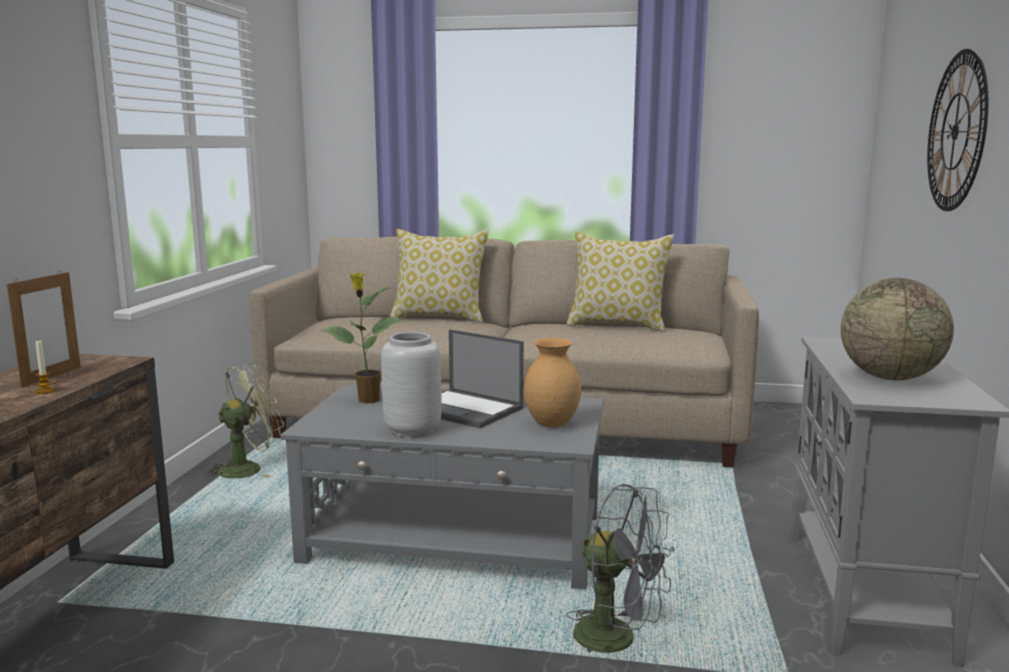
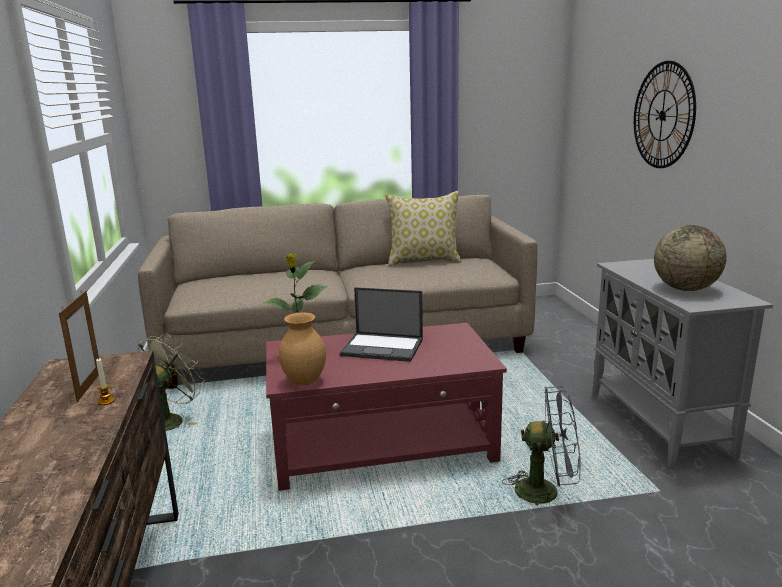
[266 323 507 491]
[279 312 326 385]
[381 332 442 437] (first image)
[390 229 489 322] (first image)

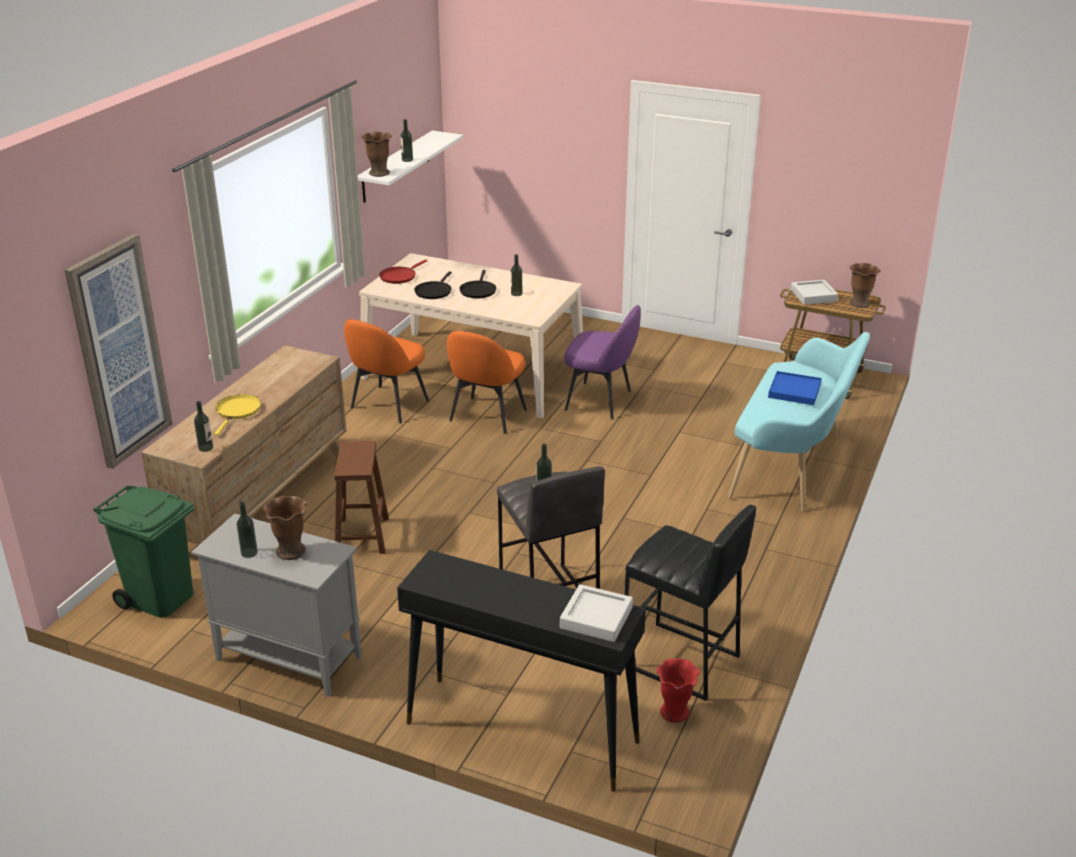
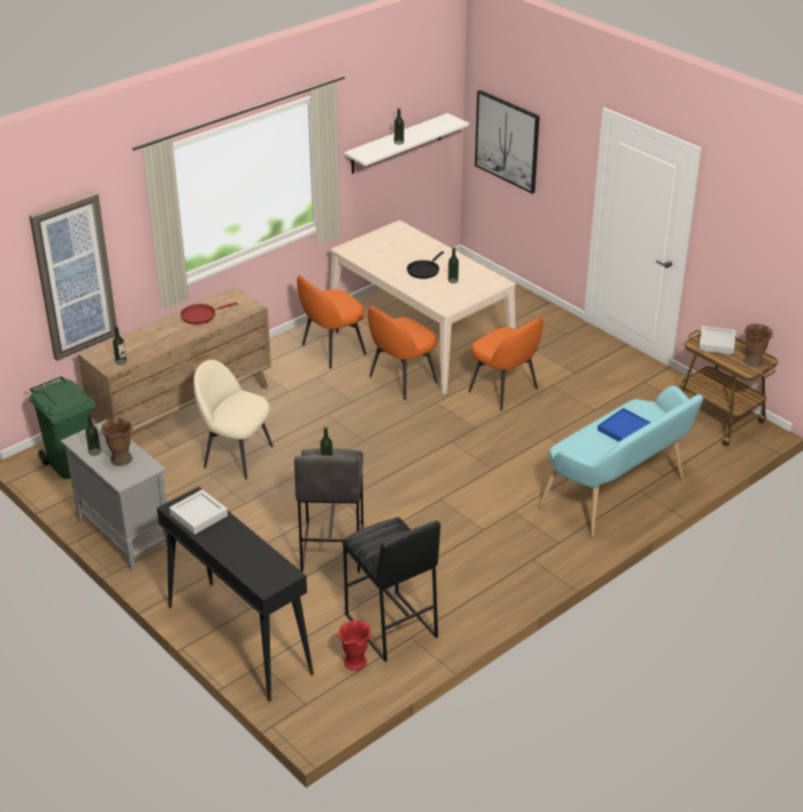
[169 490 228 534]
[180 302 238 324]
[193 360 273 479]
[468 317 543 411]
[475 90 540 194]
[214 394 261 436] (first image)
[362 132 392 177] (first image)
[414 271 452 299] (first image)

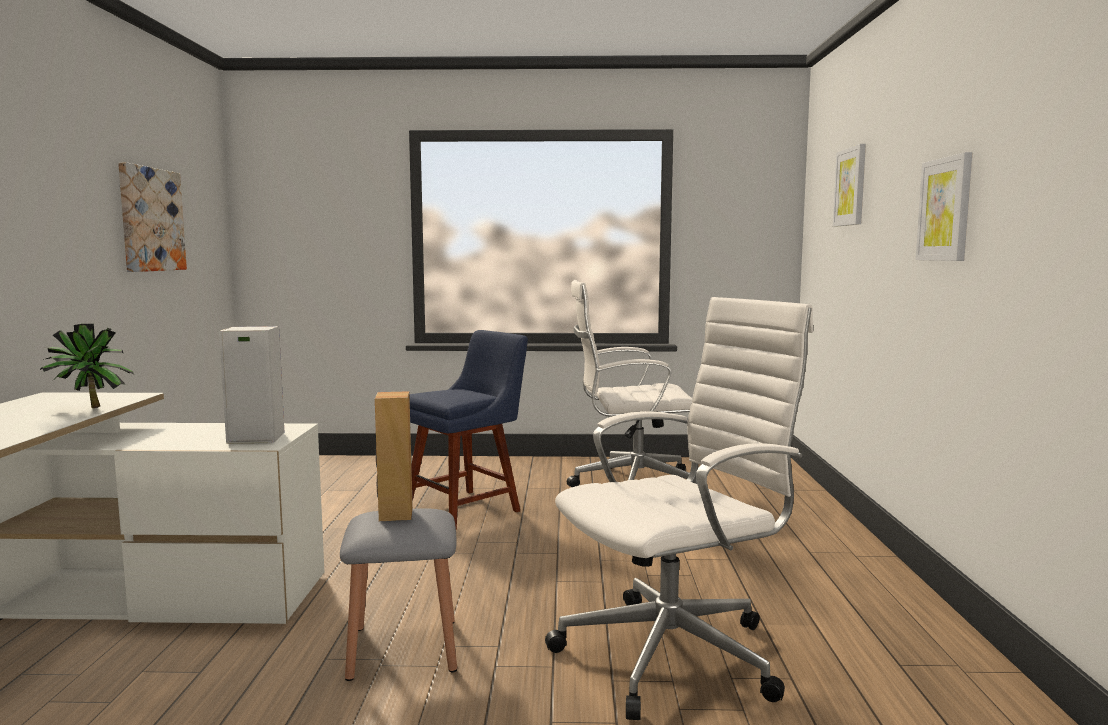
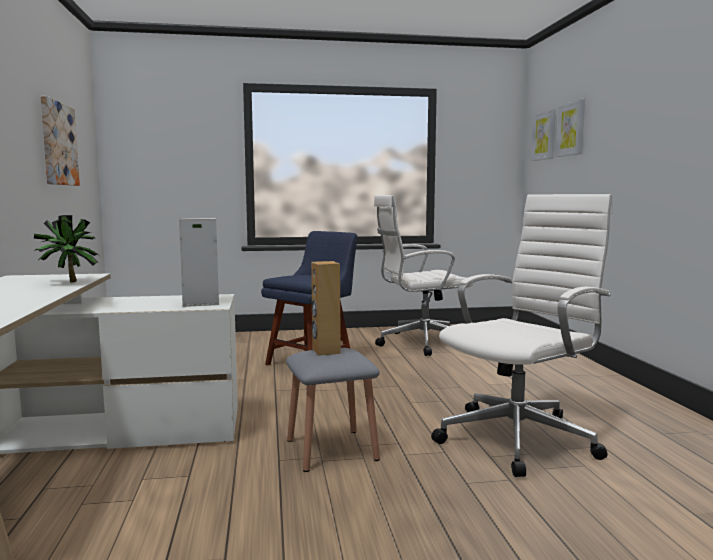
[531 108 556 161]

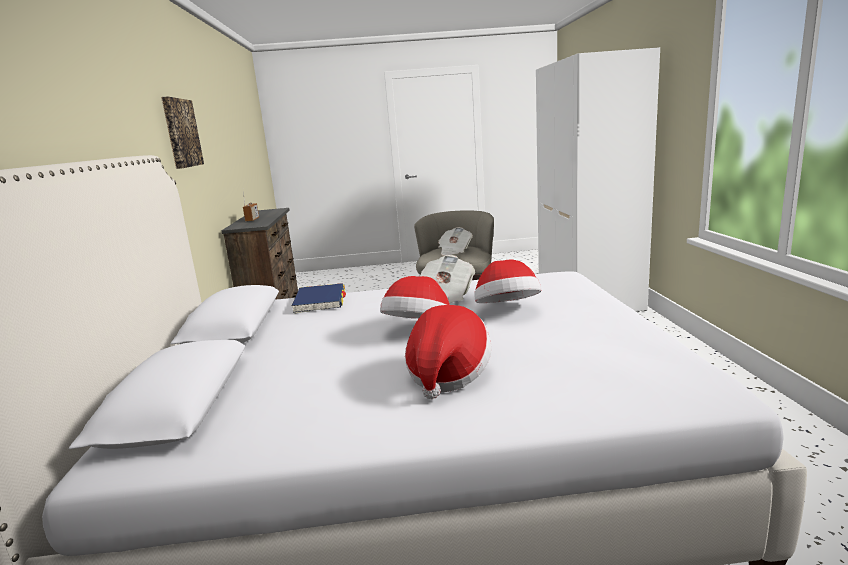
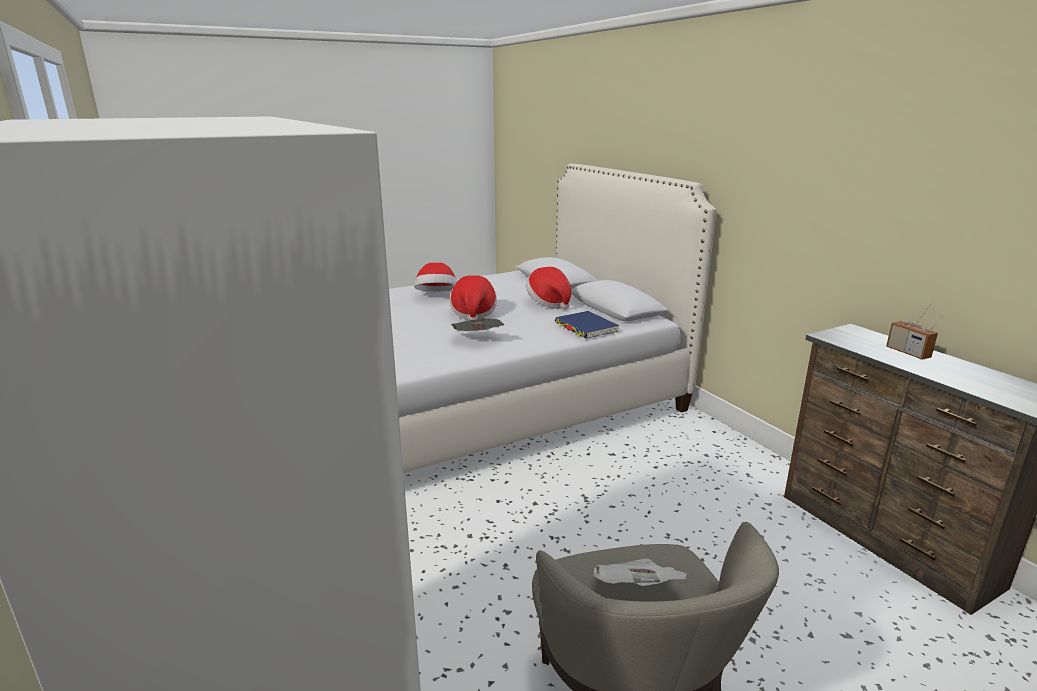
[526 267 572 310]
[161 97 204 169] (first image)

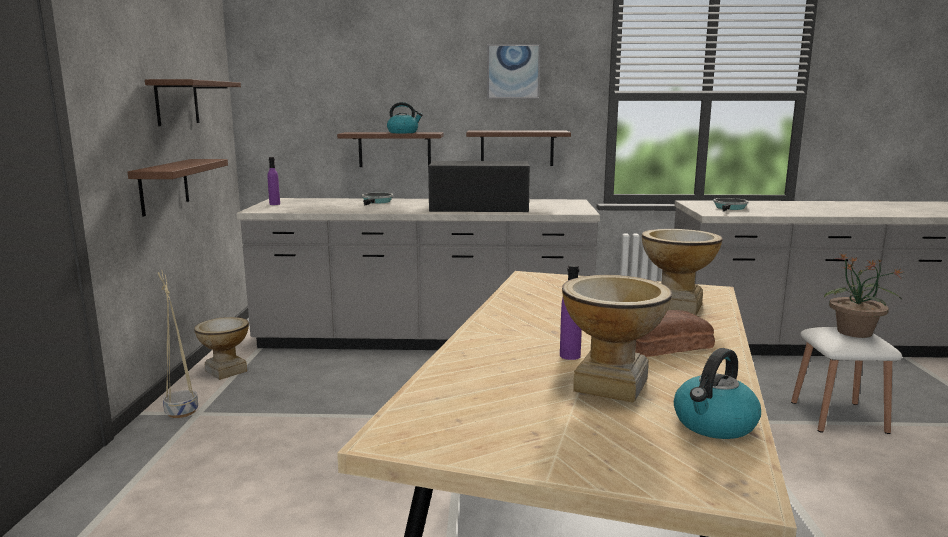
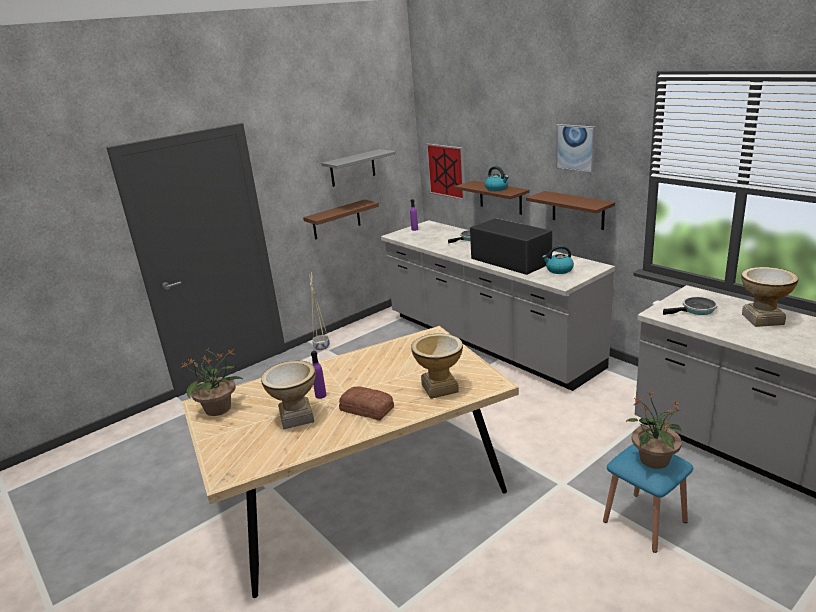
[181 348 244 416]
[321 149 396 187]
[426 144 466 200]
[542 246 574 274]
[603 444 693 553]
[741 267 799 327]

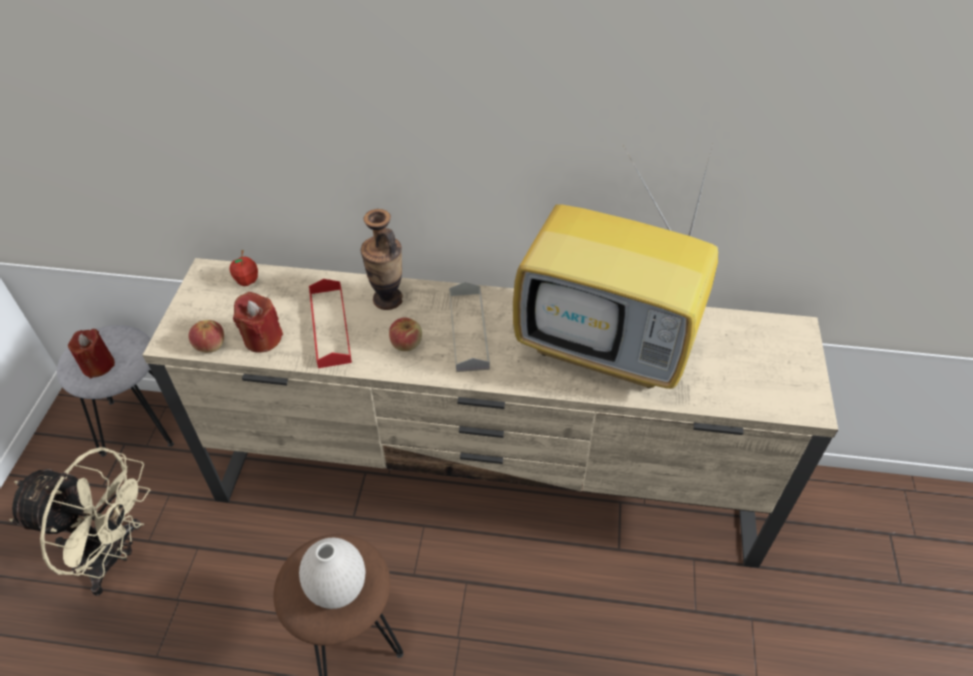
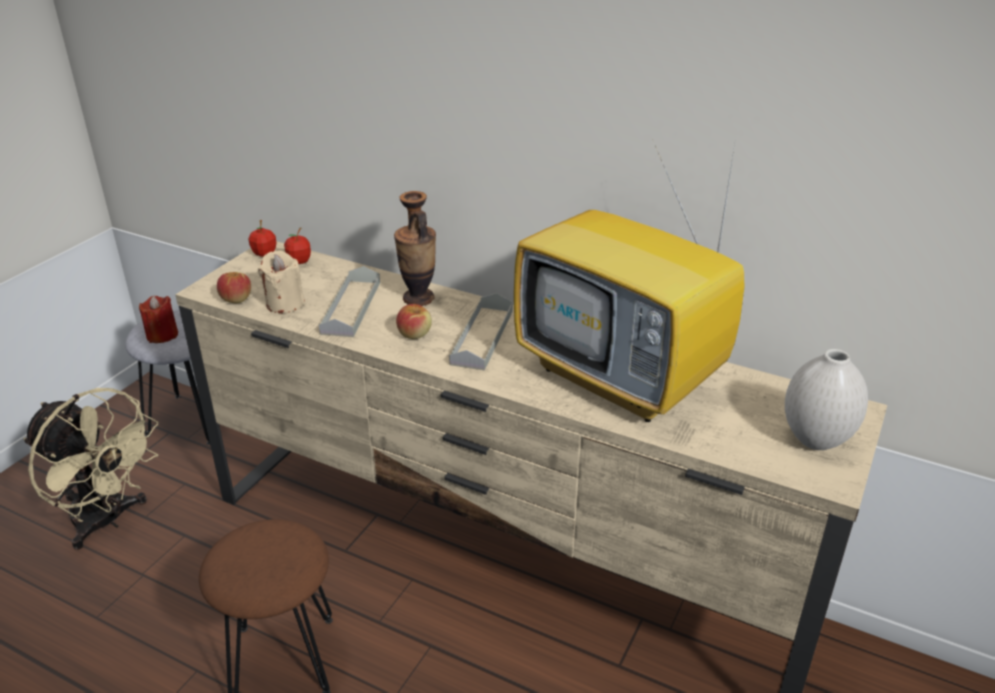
[248 220 276 257]
[258 251 305 313]
[319 266 380 337]
[785 349 868 450]

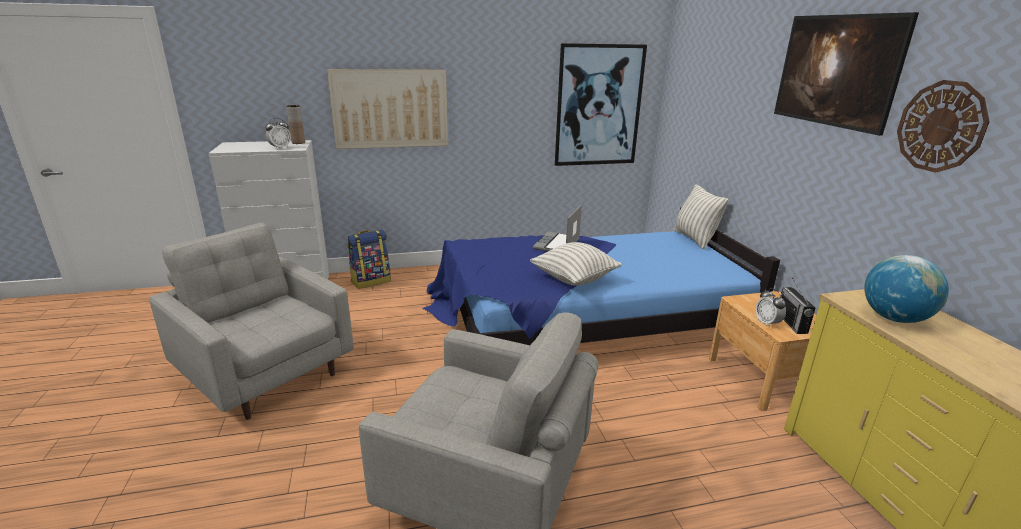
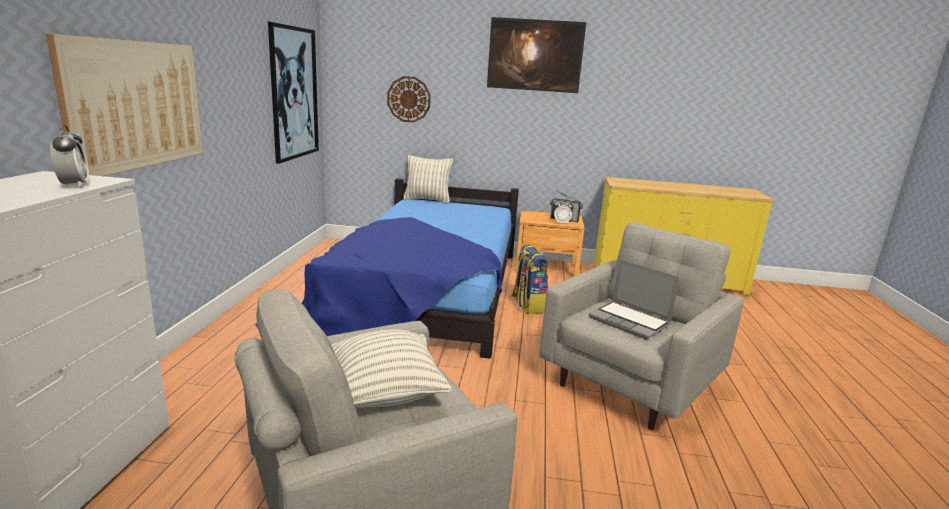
[332 329 452 408]
[387 76 431 123]
[511 244 548 314]
[588 259 680 340]
[286 105 305 144] (first image)
[864 255 949 323] (first image)

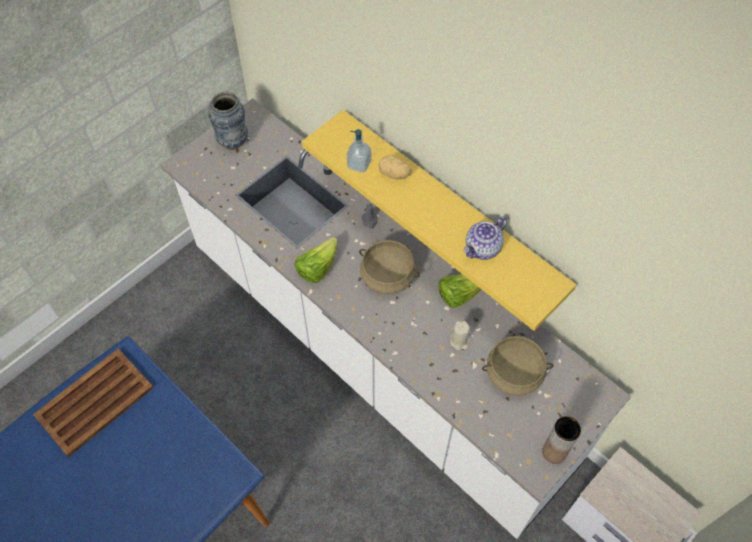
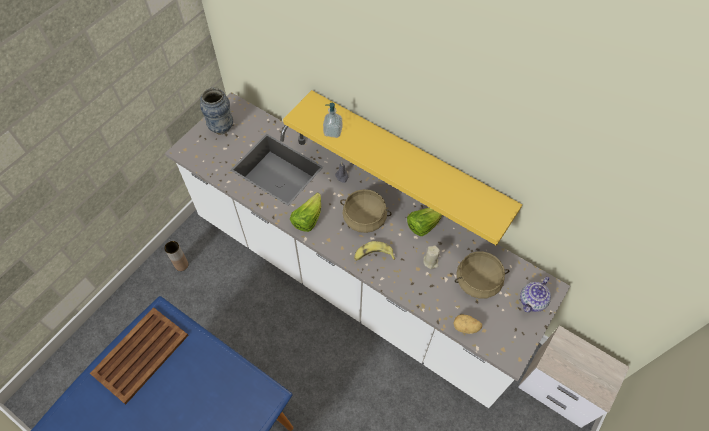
[164 241 189 271]
[354 241 395 261]
[453 314 482 334]
[520 276 551 312]

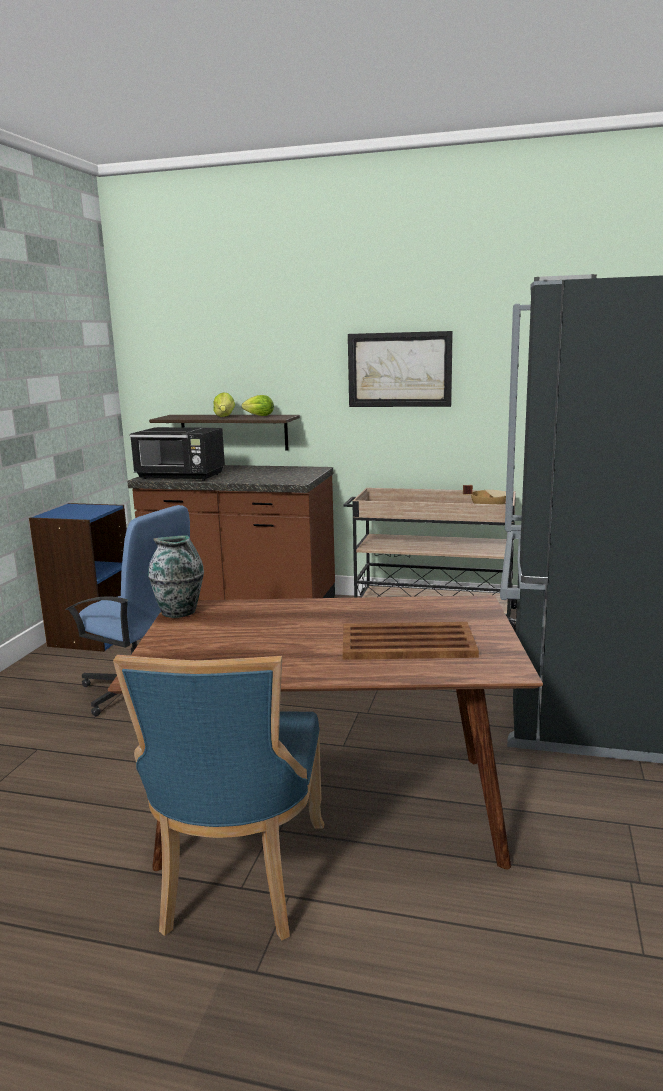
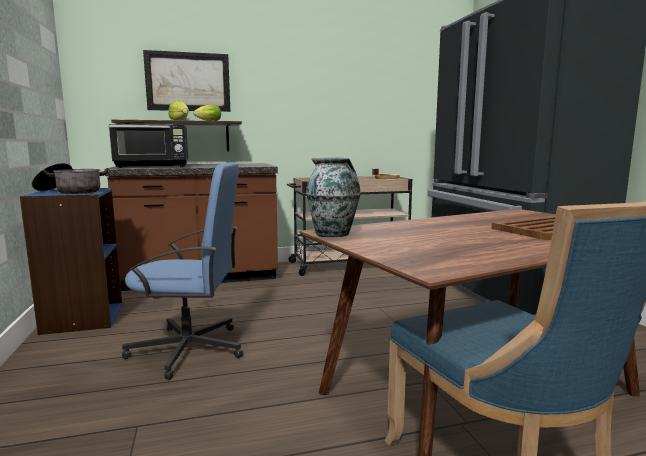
[32 163 109 194]
[143 50 230 112]

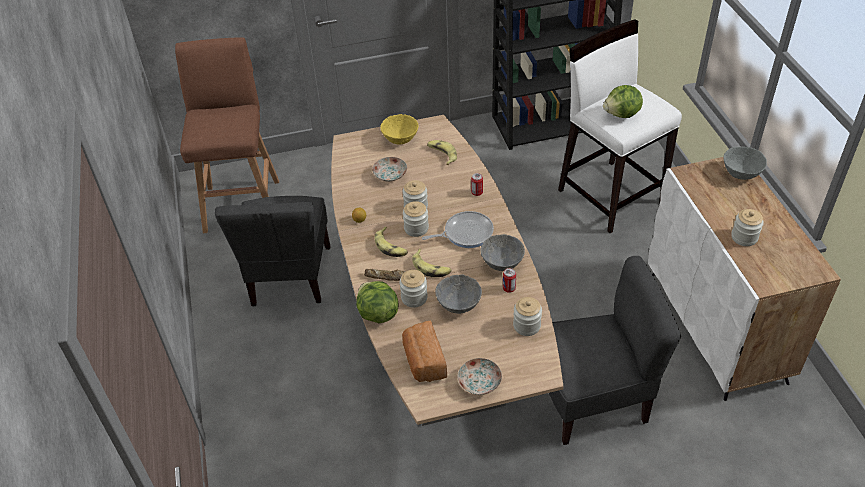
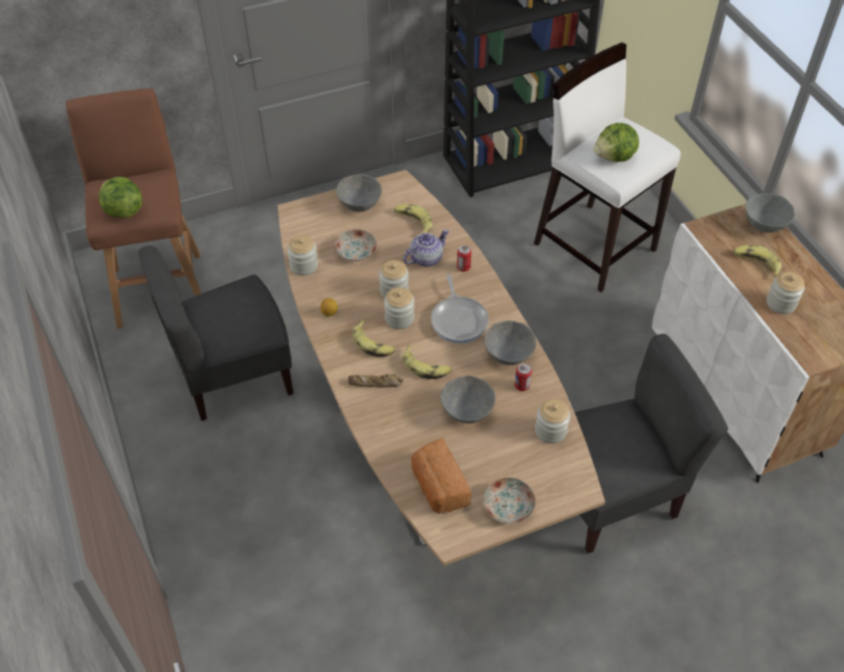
[99 177 143 218]
[138 245 293 421]
[287 235 318 276]
[336 174 382 212]
[403 229 449 267]
[431 274 489 343]
[733 245 782 277]

